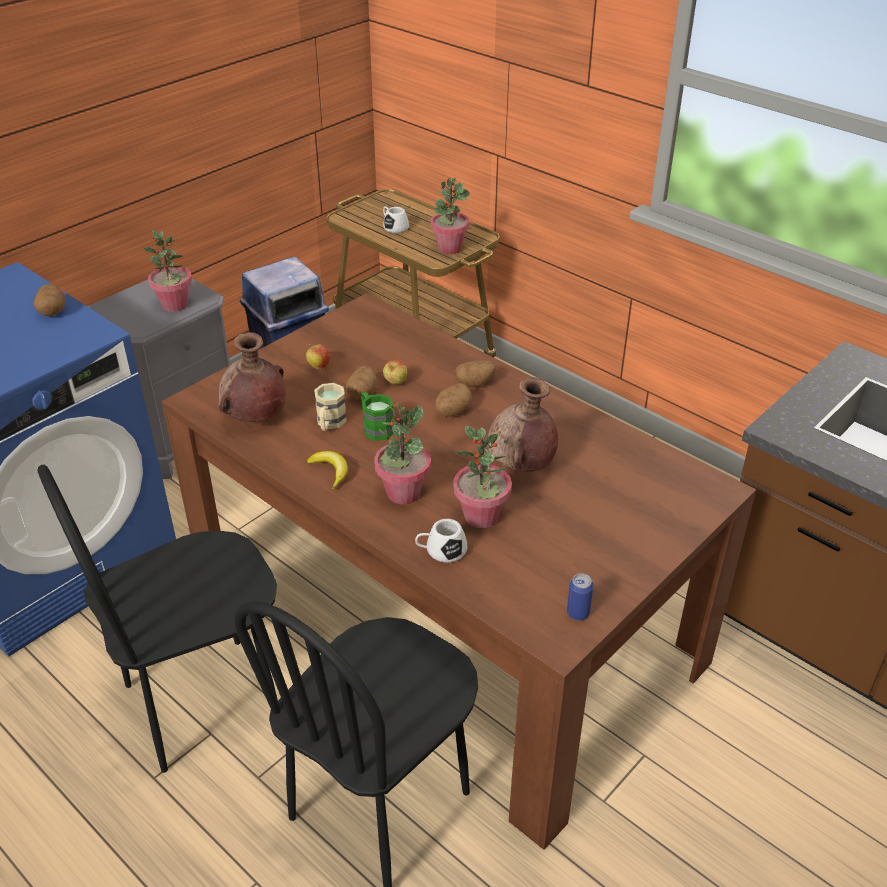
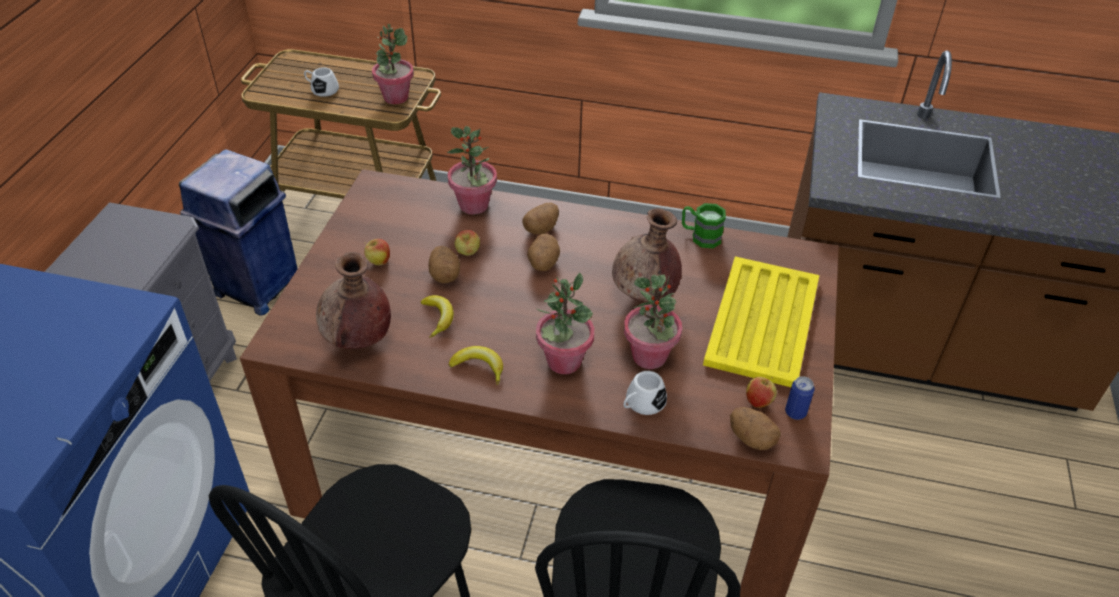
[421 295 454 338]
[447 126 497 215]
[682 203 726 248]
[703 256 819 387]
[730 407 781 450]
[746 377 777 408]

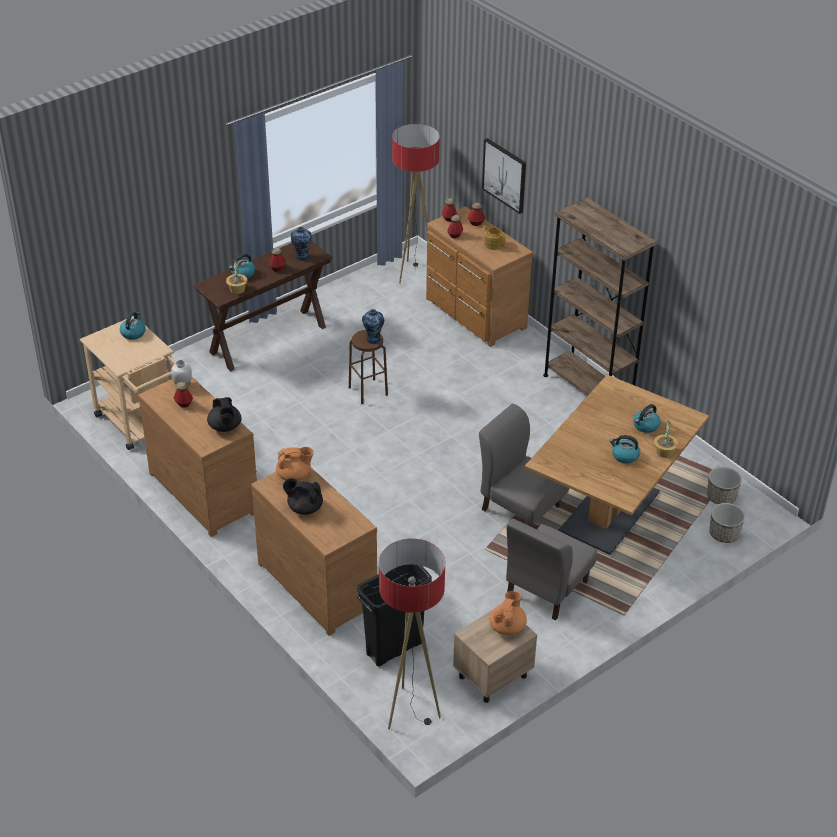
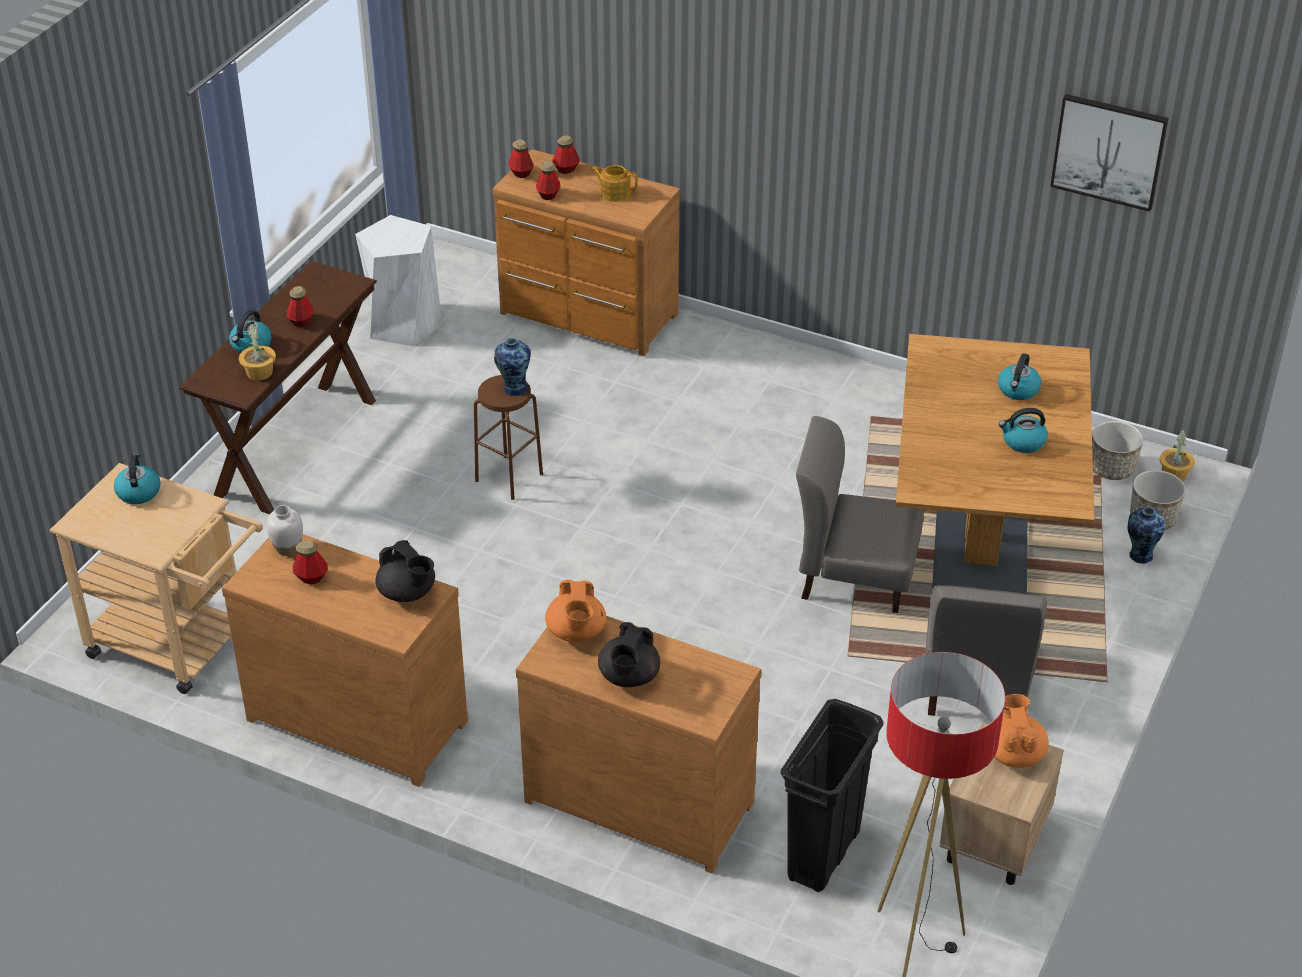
[355 215 442 347]
[545 579 606 642]
[598 622 660 687]
[1050 94 1168 212]
[1128 507 1165 564]
[1160 428 1195 481]
[392 124 440 284] (first image)
[543 197 657 396] (first image)

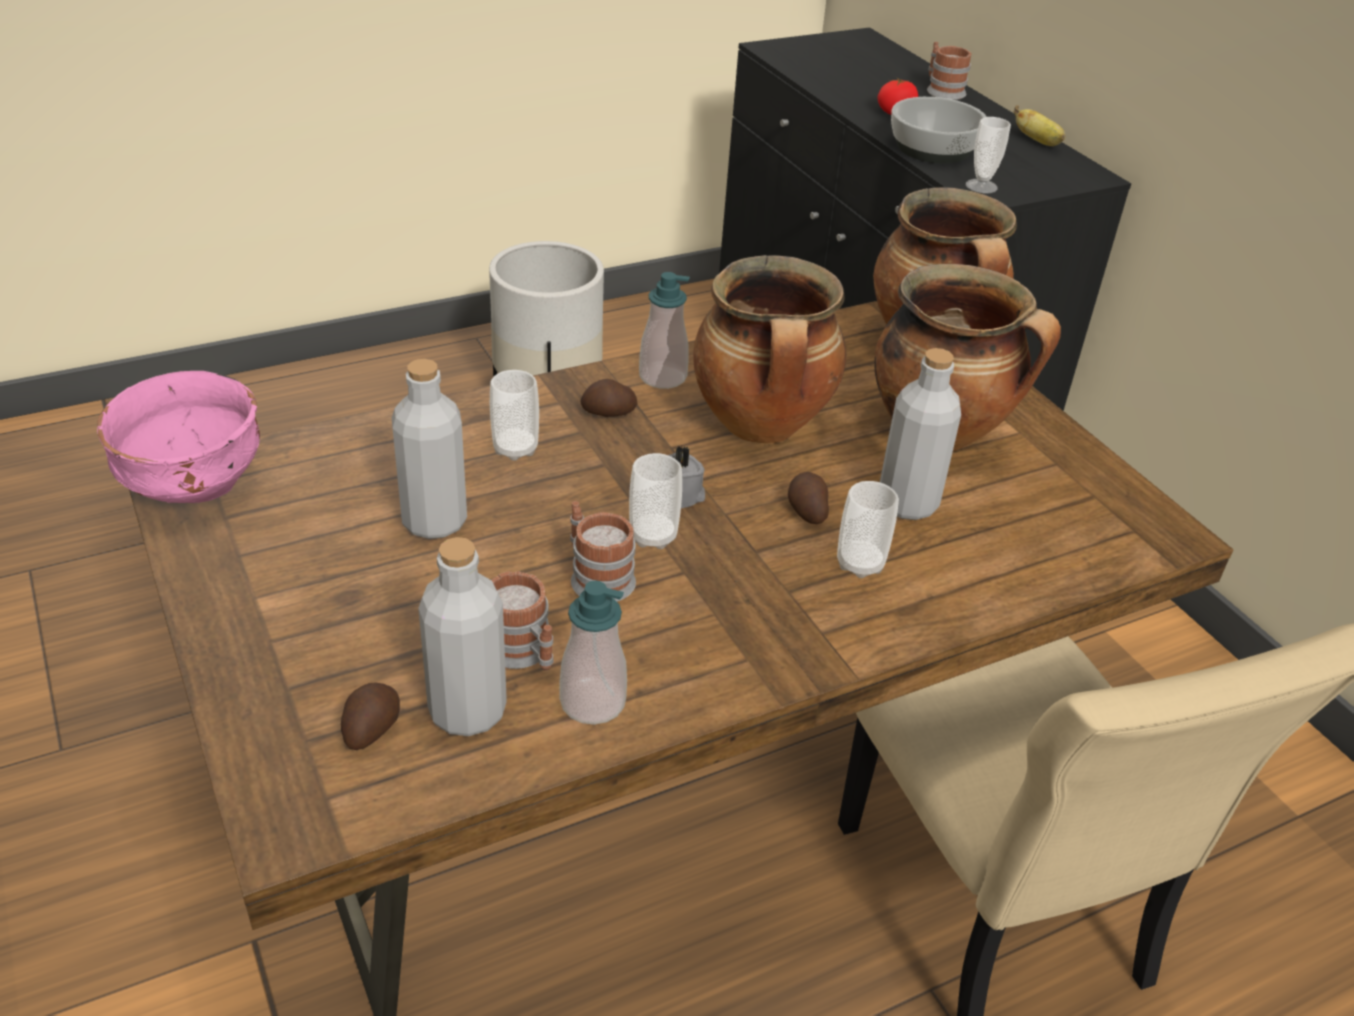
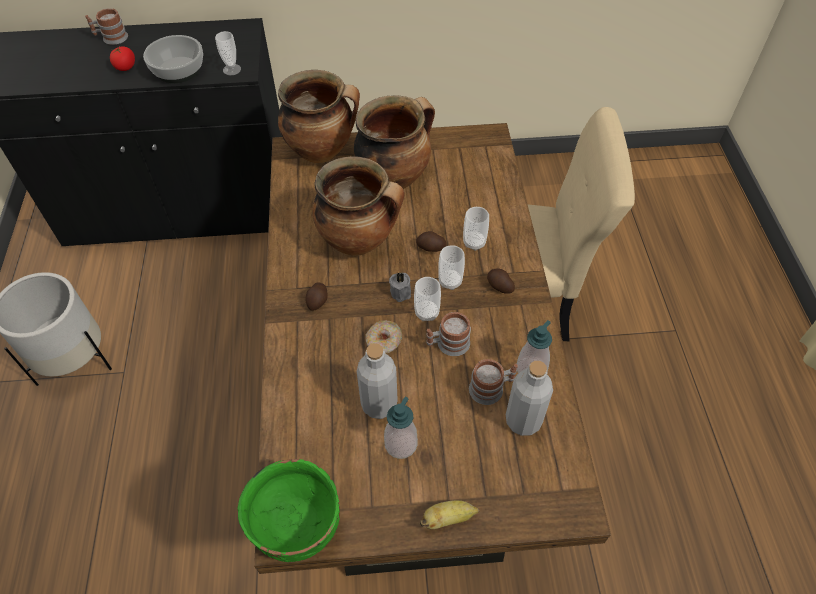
[237 459 340 562]
[365 320 402 354]
[384 397 418 459]
[420 500 479 529]
[438 245 465 290]
[487 268 515 294]
[880 348 961 520] (first image)

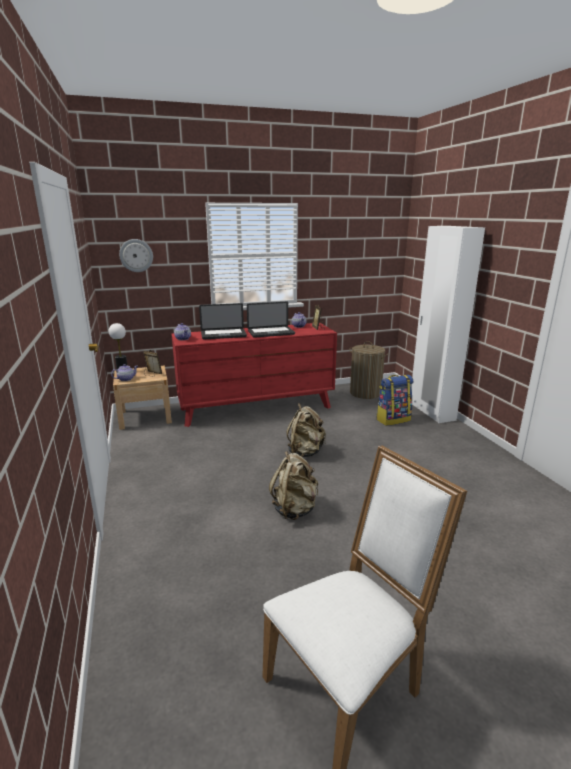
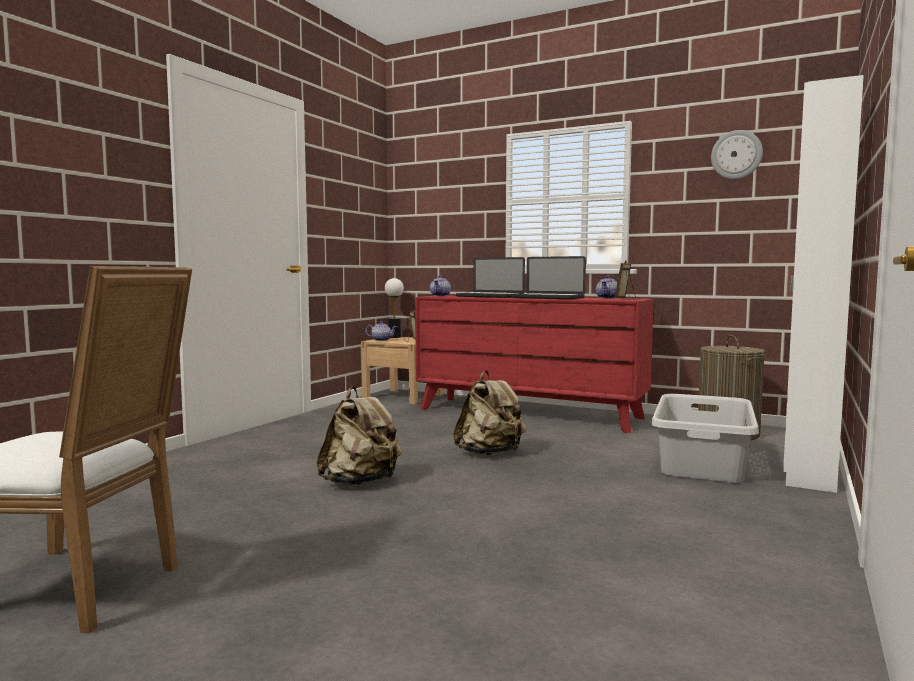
[651 394 759 483]
[711 130 763 179]

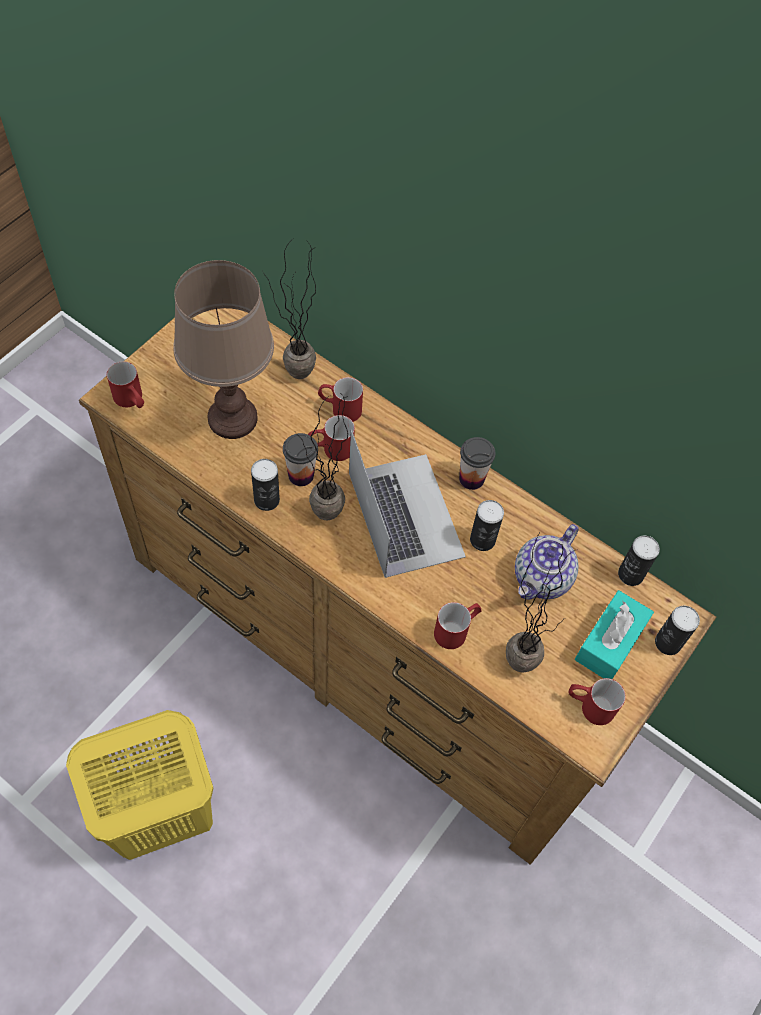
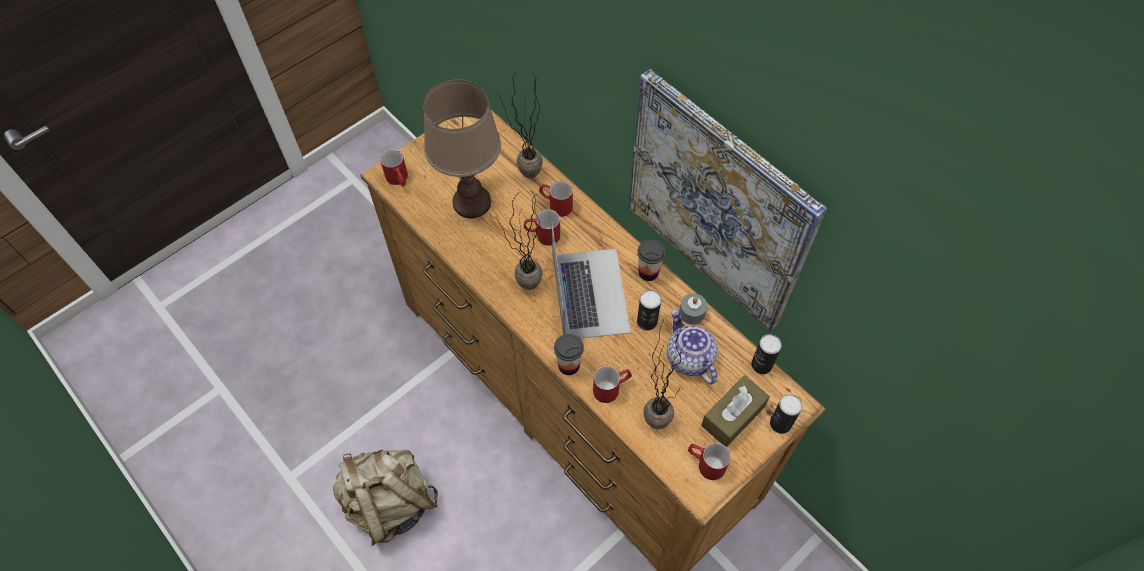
[333 450 438 546]
[554 334 584 375]
[629 69 827 331]
[667 309 718 385]
[679 293 707 325]
[701 375 770 447]
[251 459 280 511] (first image)

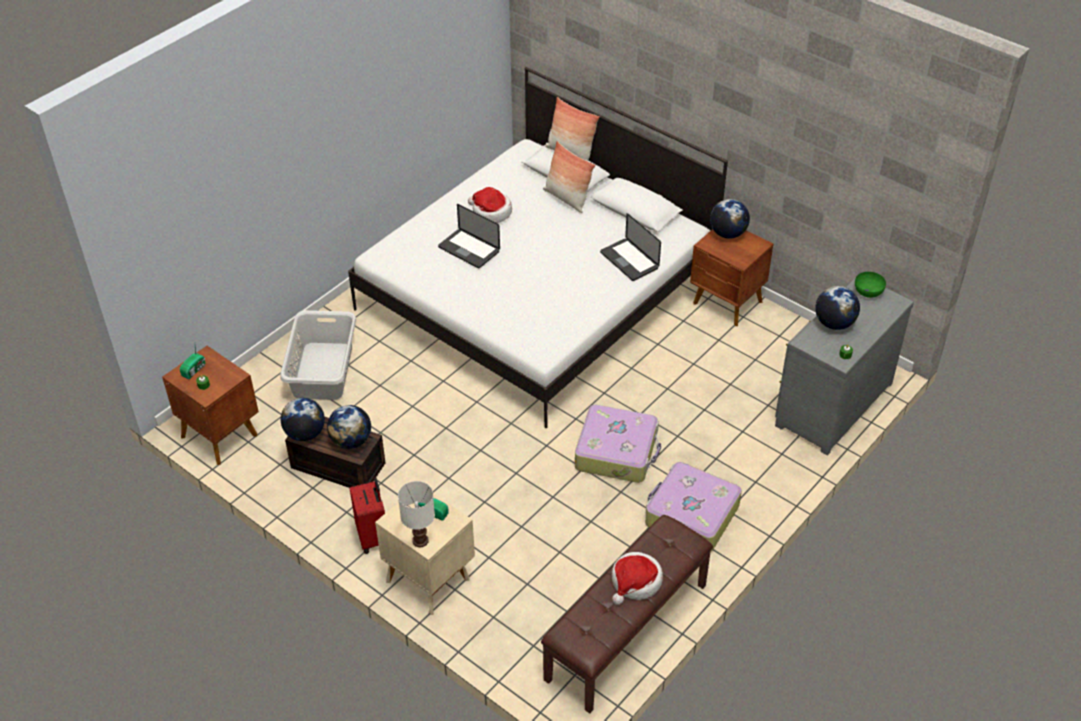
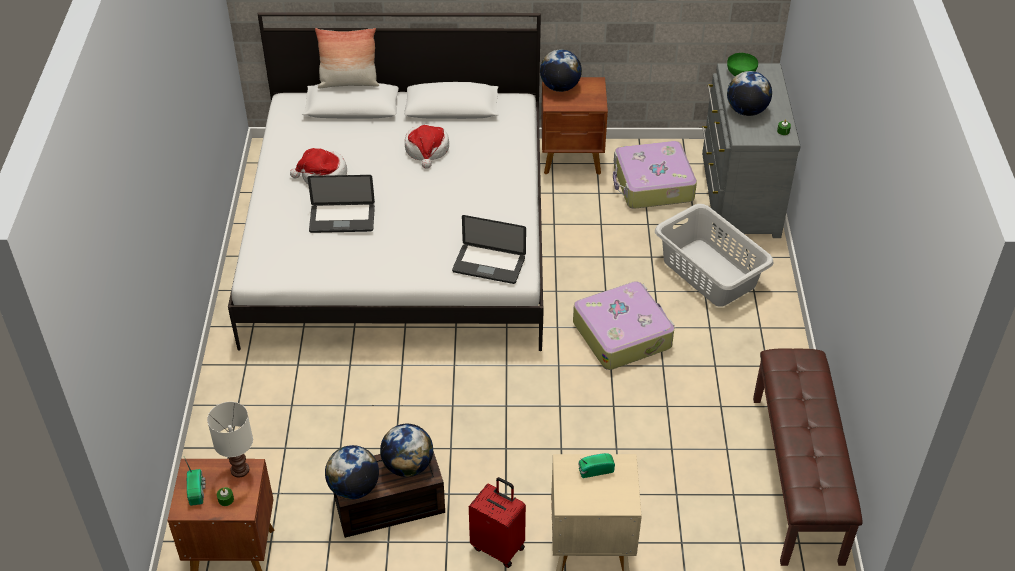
[207 402 253 478]
[405 124 449 169]
[452 215 526 284]
[613 141 697 208]
[655 204 774 307]
[543 141 595 213] (first image)

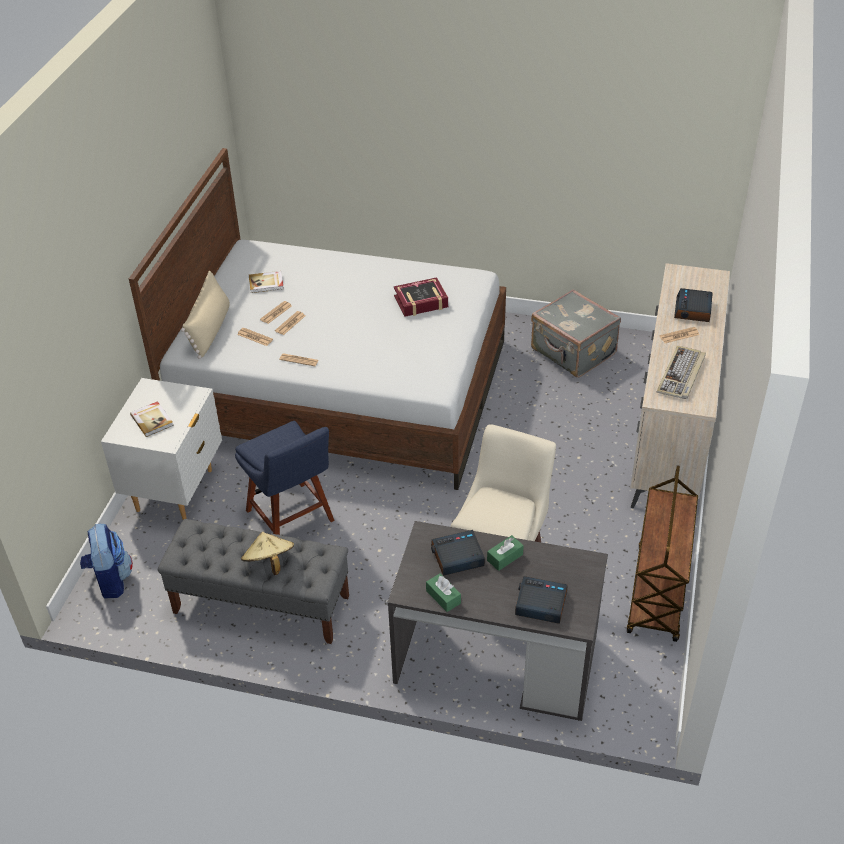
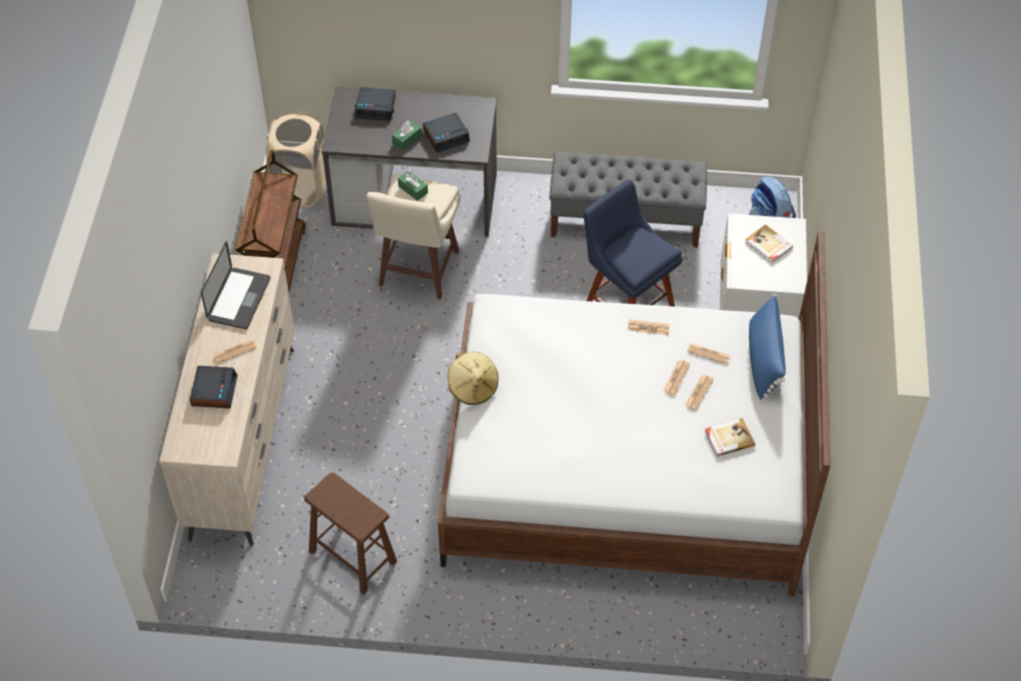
[201 241 270 329]
[266 112 326 207]
[304 472 397 595]
[398 171 428 201]
[448 352 499 405]
[749 294 786 402]
[393 277 448 317] (first image)

